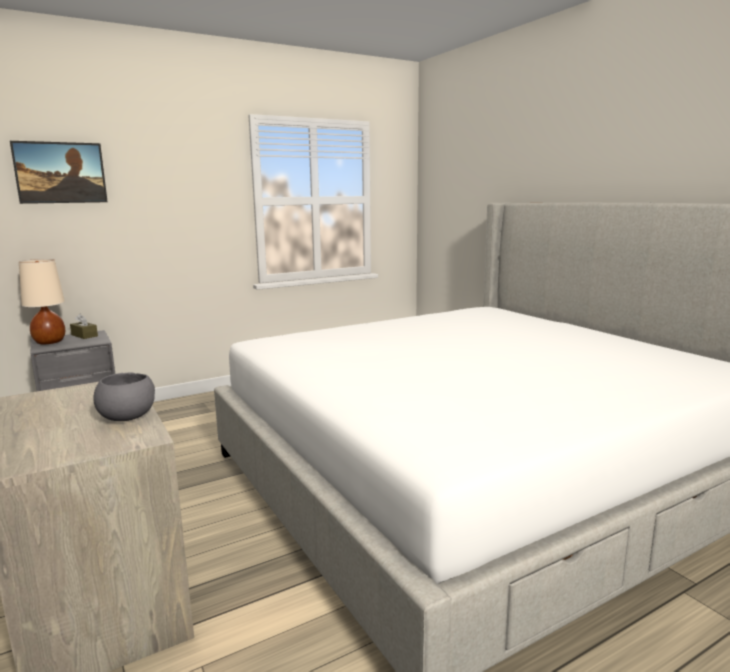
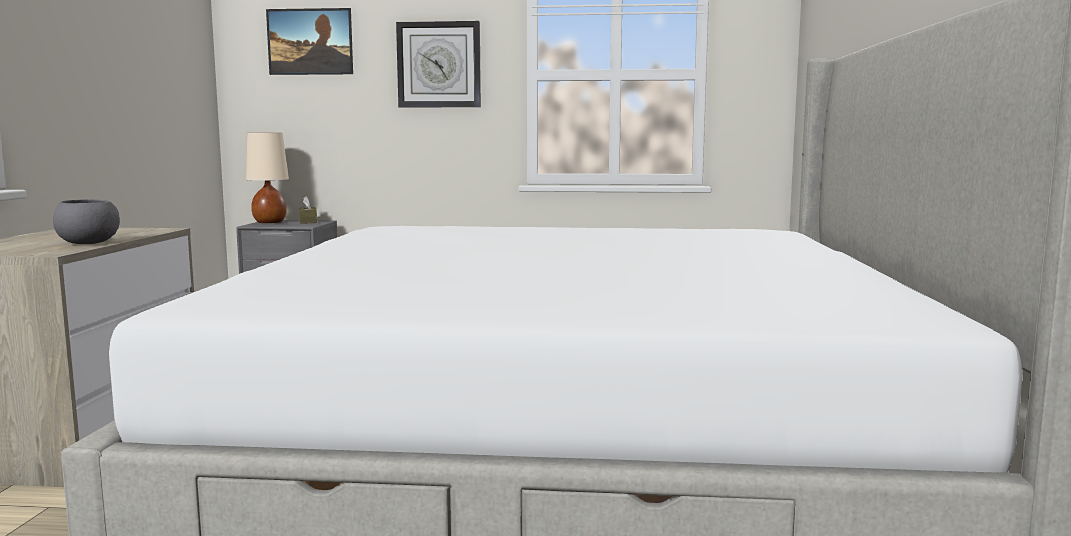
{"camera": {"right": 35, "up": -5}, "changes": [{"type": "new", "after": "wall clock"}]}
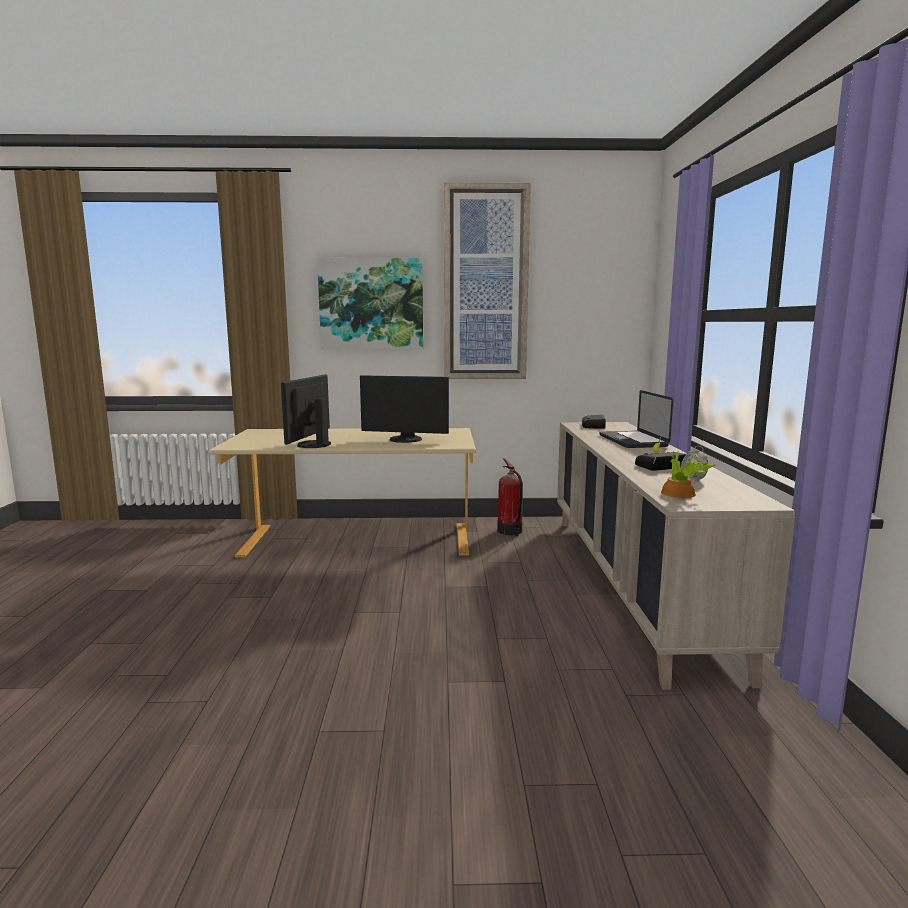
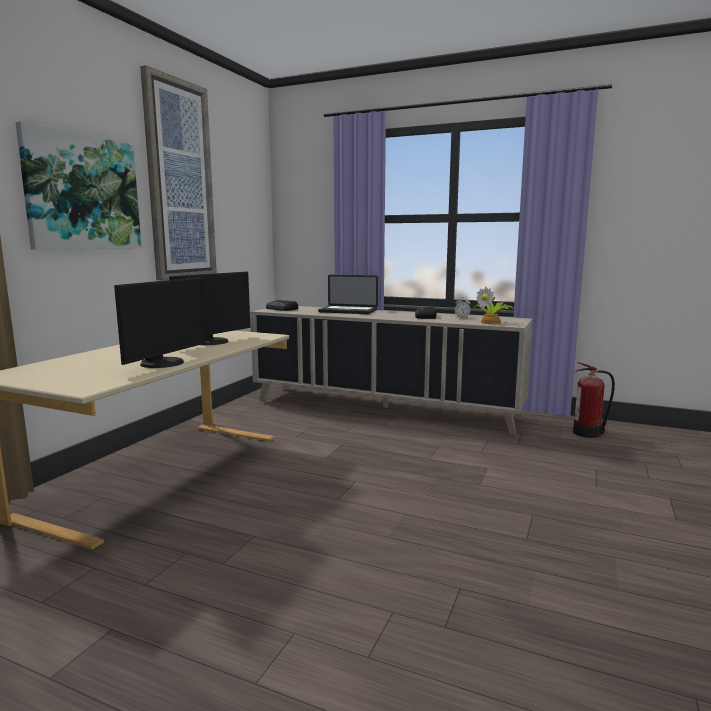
{"camera": {"right": -65, "up": 0}, "changes": [{"type": "shifted", "before": "extinguisher"}, {"type": "rotated", "before": "computer display (no. 1 from left)", "turn": -105}]}
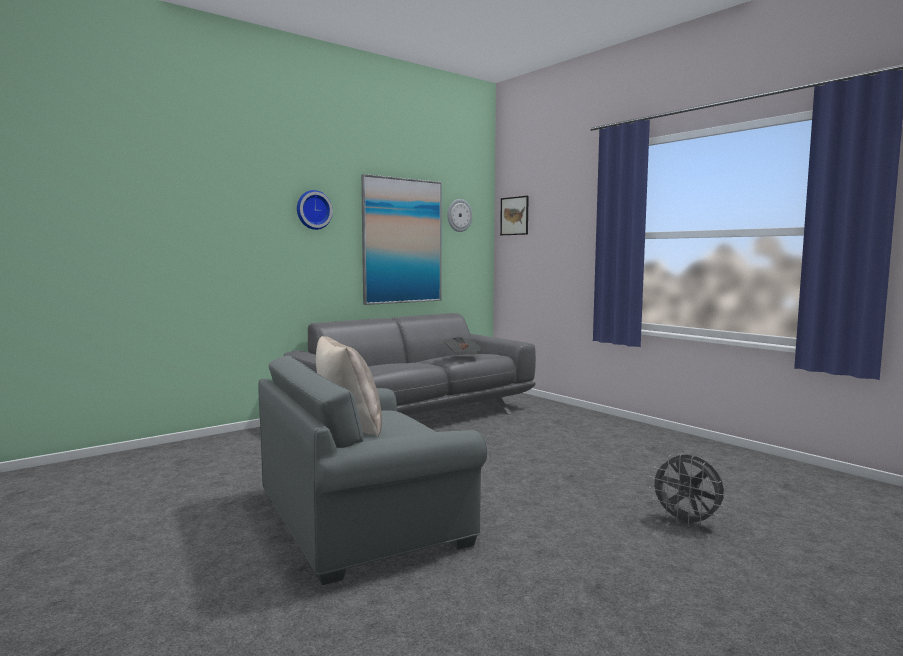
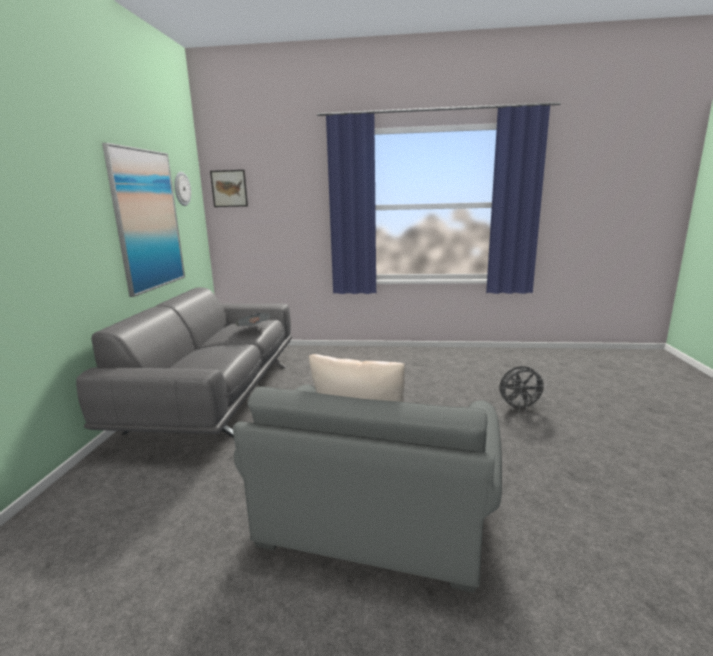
{"camera": {"right": -45, "up": 10}, "changes": [{"type": "gone", "before": "wall clock (no. 1 from left)"}]}
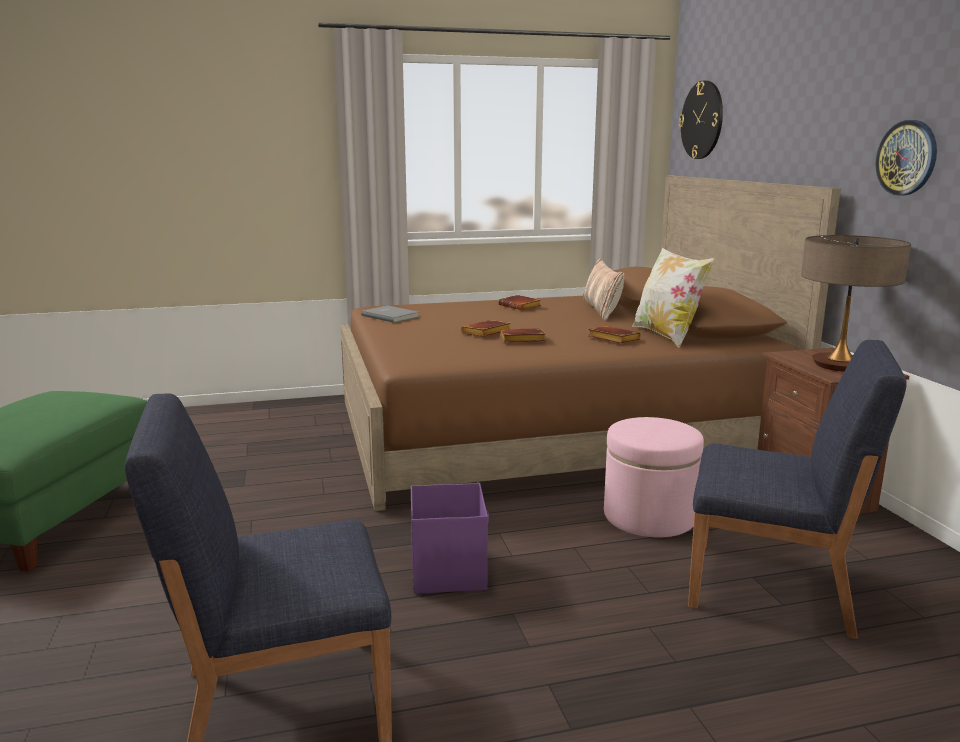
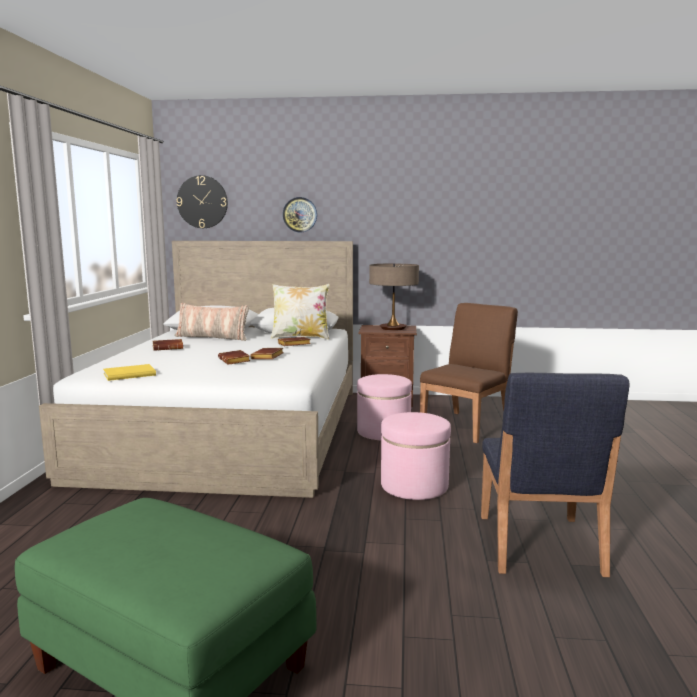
{"camera": {"right": -70, "up": -5}, "changes": [{"type": "shifted", "before": "wall clock (no. 2 from left)"}, {"type": "swapped", "before": "purple storage container", "after": "pink footrest (no. 2 from left)"}, {"type": "repainted", "before": "brownish sleeping bed", "after": "white sleeping bed"}, {"type": "repainted", "before": "grey book", "after": "yellow book"}, {"type": "repainted", "before": "blue-coloured plain chair (no. 2 from left)", "after": "brownish plain chair"}]}
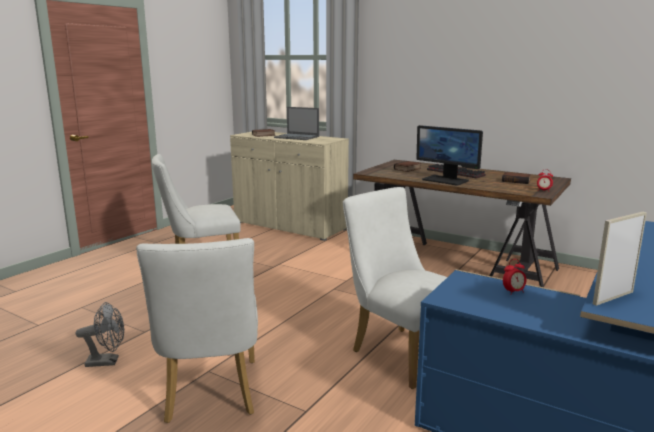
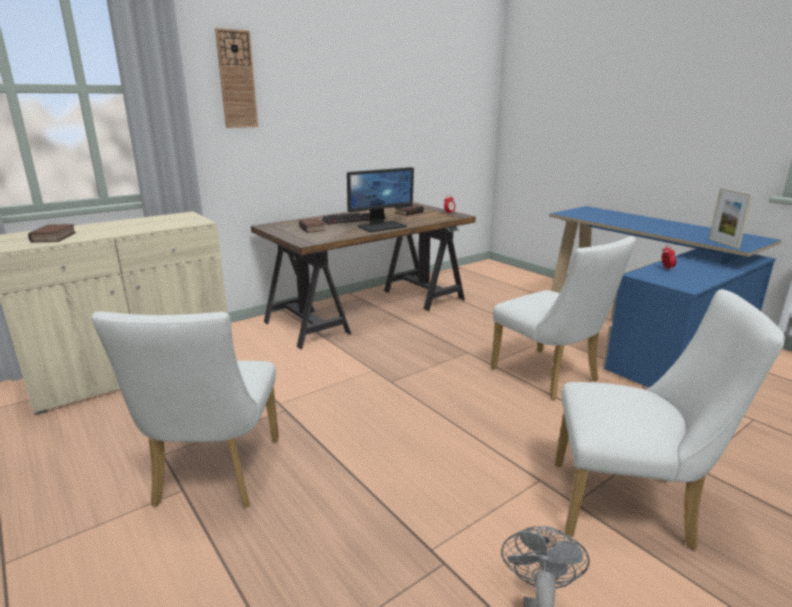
{"camera": {"right": -70, "up": 5}, "changes": [{"type": "gone", "before": "portable computer"}, {"type": "new", "after": "wall clock"}, {"type": "rotated", "before": "white plain chair (no. 3 from left in the first image)", "turn": -105}]}
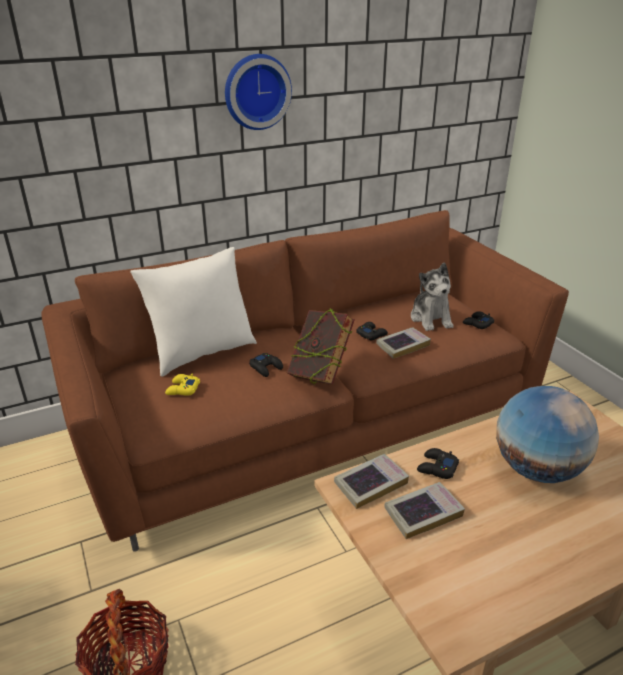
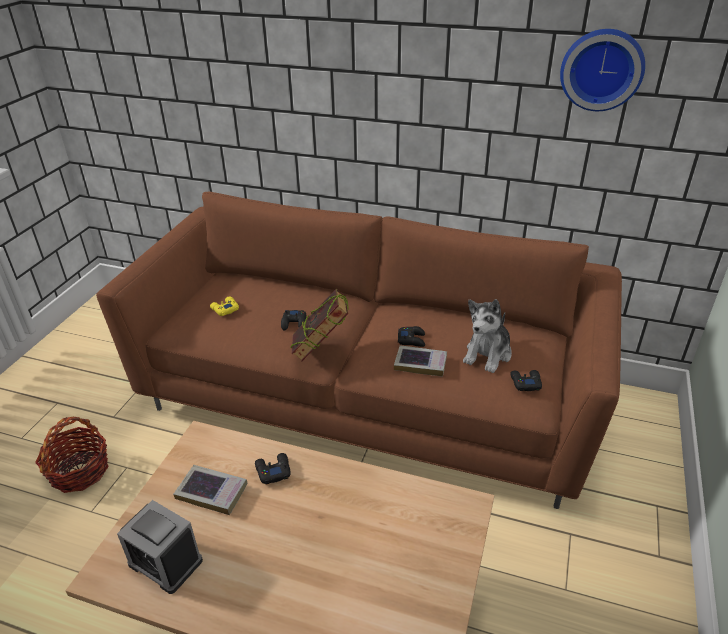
{"camera": {"right": 45, "up": 5}, "changes": [{"type": "gone", "before": "white throw pillow"}, {"type": "gone", "before": "book (no. 2 from left)"}, {"type": "gone", "before": "globe"}, {"type": "new", "after": "table clock"}, {"type": "shifted", "before": "wall clock"}]}
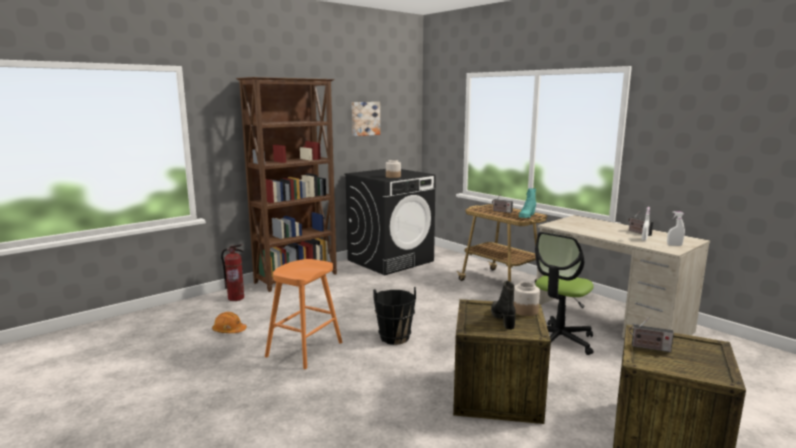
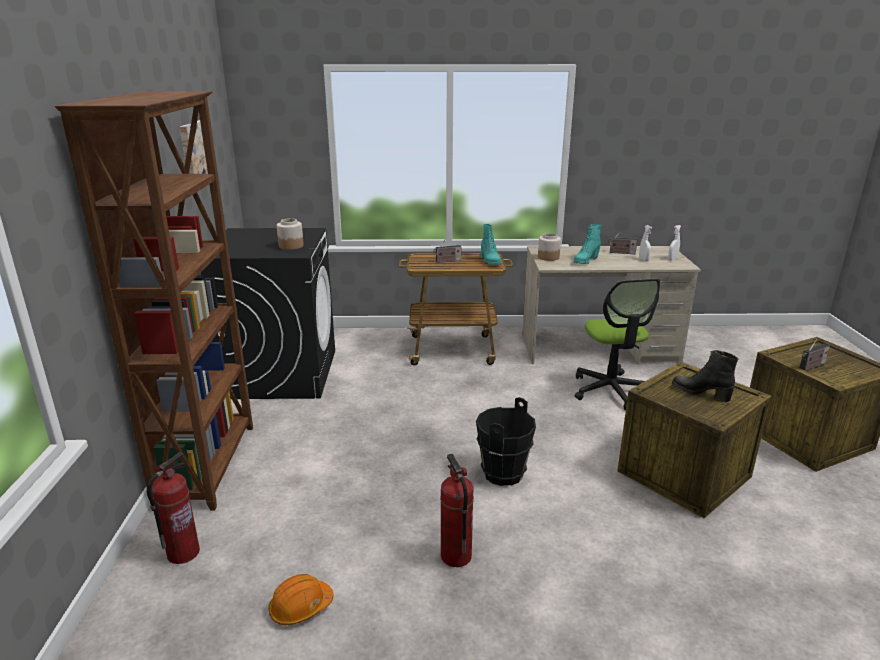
{"camera": {"right": -50, "up": 10}, "changes": [{"type": "new", "after": "turquoise tall boot (no. 2 from left)"}, {"type": "shifted", "before": "jar (no. 2 from left)"}, {"type": "swapped", "before": "orangey sitting stool", "after": "extinguisher (no. 2 from left)"}]}
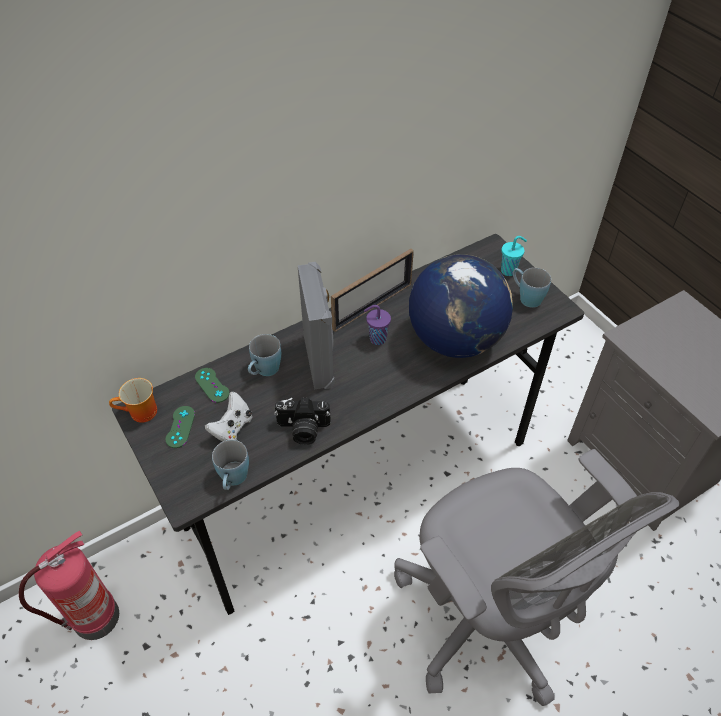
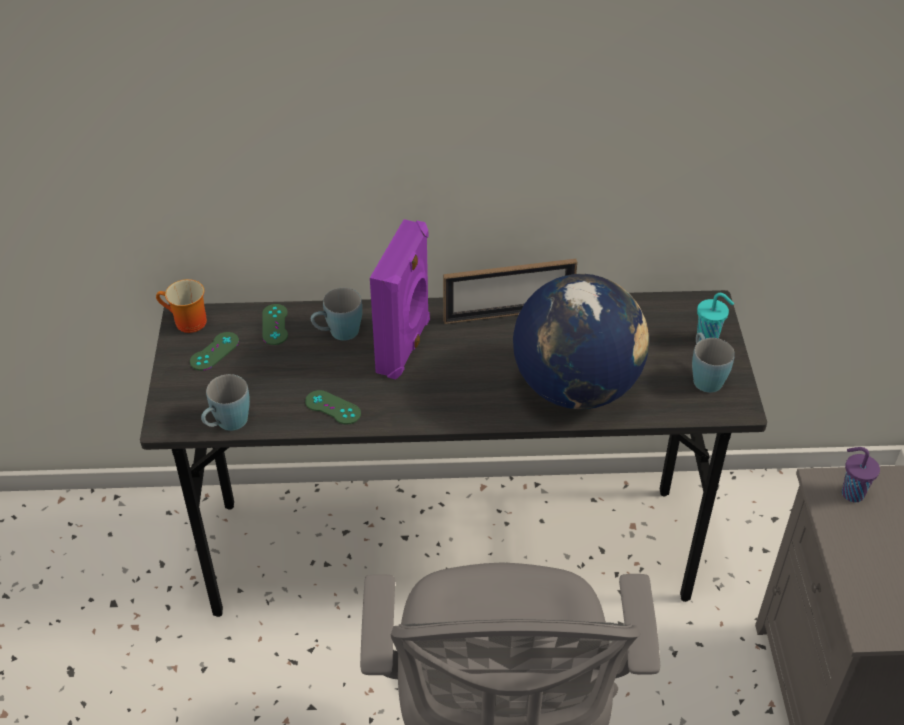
{"camera": {"right": 30, "up": -5}, "changes": [{"type": "gone", "before": "extinguisher"}, {"type": "gone", "before": "white game controller"}, {"type": "shifted", "before": "purple drinking cup"}, {"type": "swapped", "before": "still camera", "after": "green game controller (no. 3 from left)"}, {"type": "repainted", "before": "grey loudspeaker", "after": "purple loudspeaker"}]}
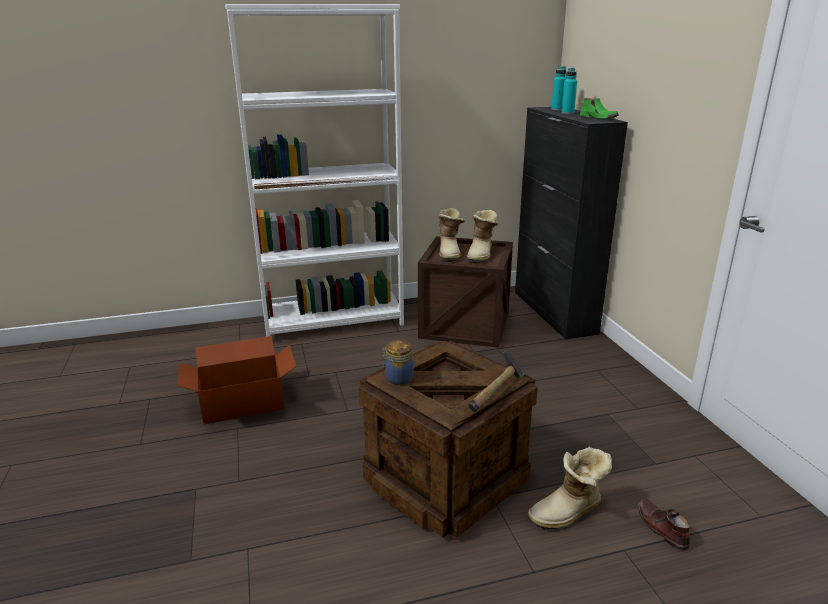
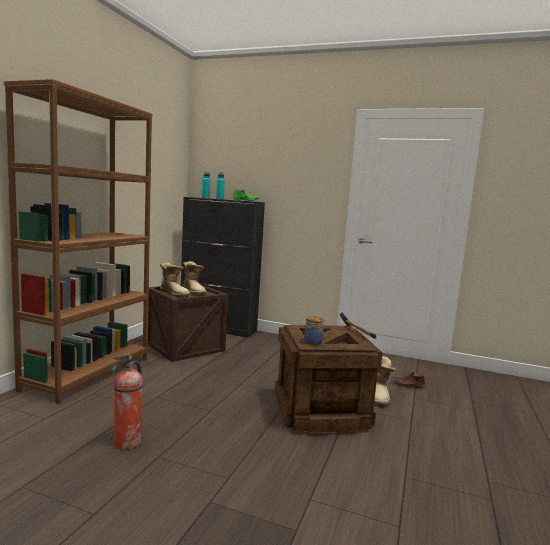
{"camera": {"right": -55, "up": -15}, "changes": [{"type": "swapped", "before": "cardboard box", "after": "extinguisher"}, {"type": "repainted", "before": "white shelving unit", "after": "brownish shelving unit"}]}
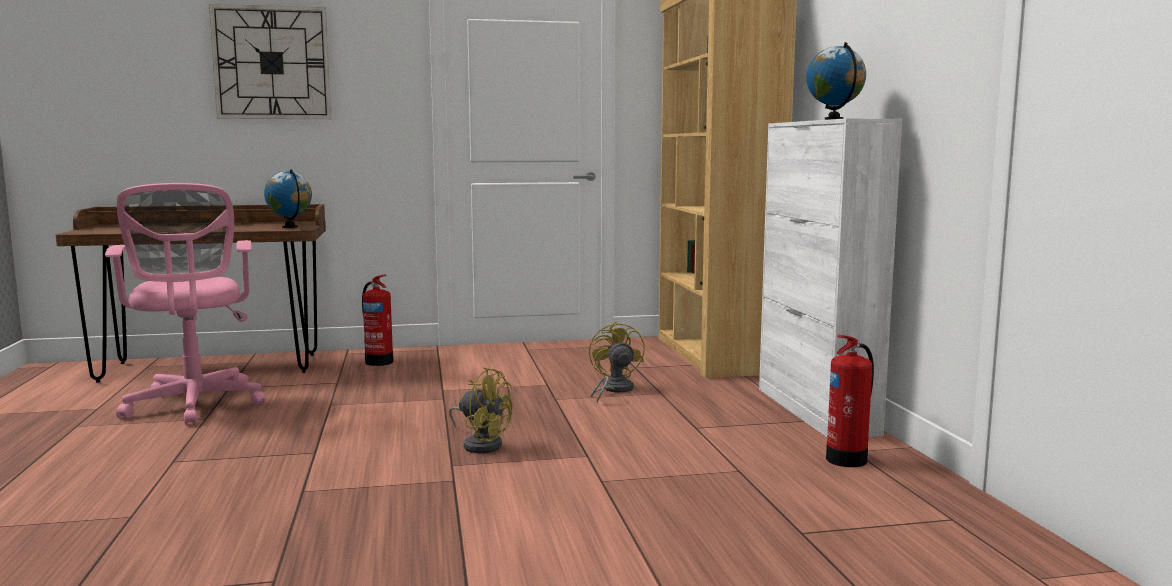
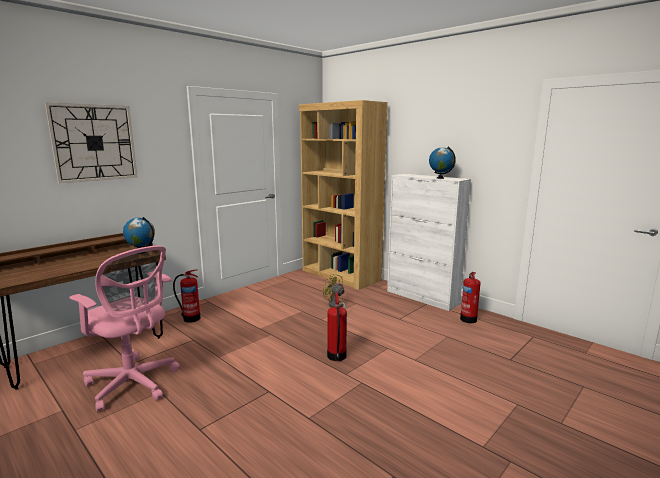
{"camera": {"right": -35, "up": 5}, "changes": [{"type": "swapped", "before": "yellow electric fan (no. 1 from left)", "after": "extinguisher (no. 2 from left)"}]}
